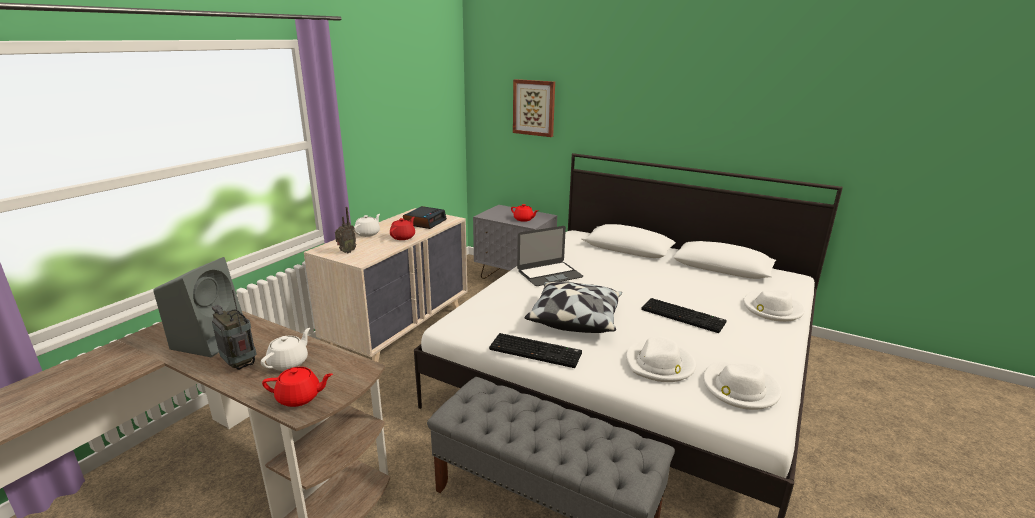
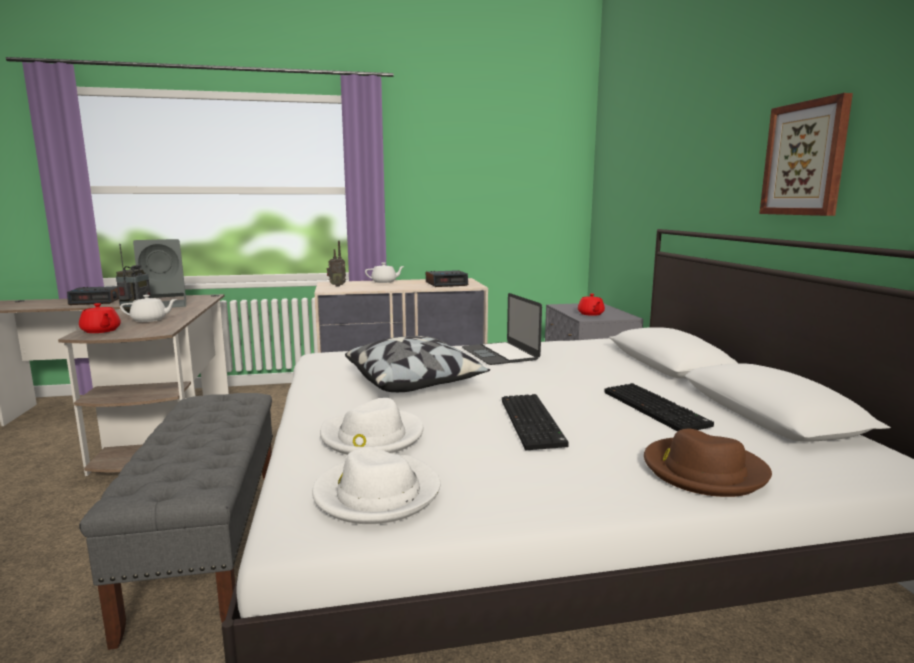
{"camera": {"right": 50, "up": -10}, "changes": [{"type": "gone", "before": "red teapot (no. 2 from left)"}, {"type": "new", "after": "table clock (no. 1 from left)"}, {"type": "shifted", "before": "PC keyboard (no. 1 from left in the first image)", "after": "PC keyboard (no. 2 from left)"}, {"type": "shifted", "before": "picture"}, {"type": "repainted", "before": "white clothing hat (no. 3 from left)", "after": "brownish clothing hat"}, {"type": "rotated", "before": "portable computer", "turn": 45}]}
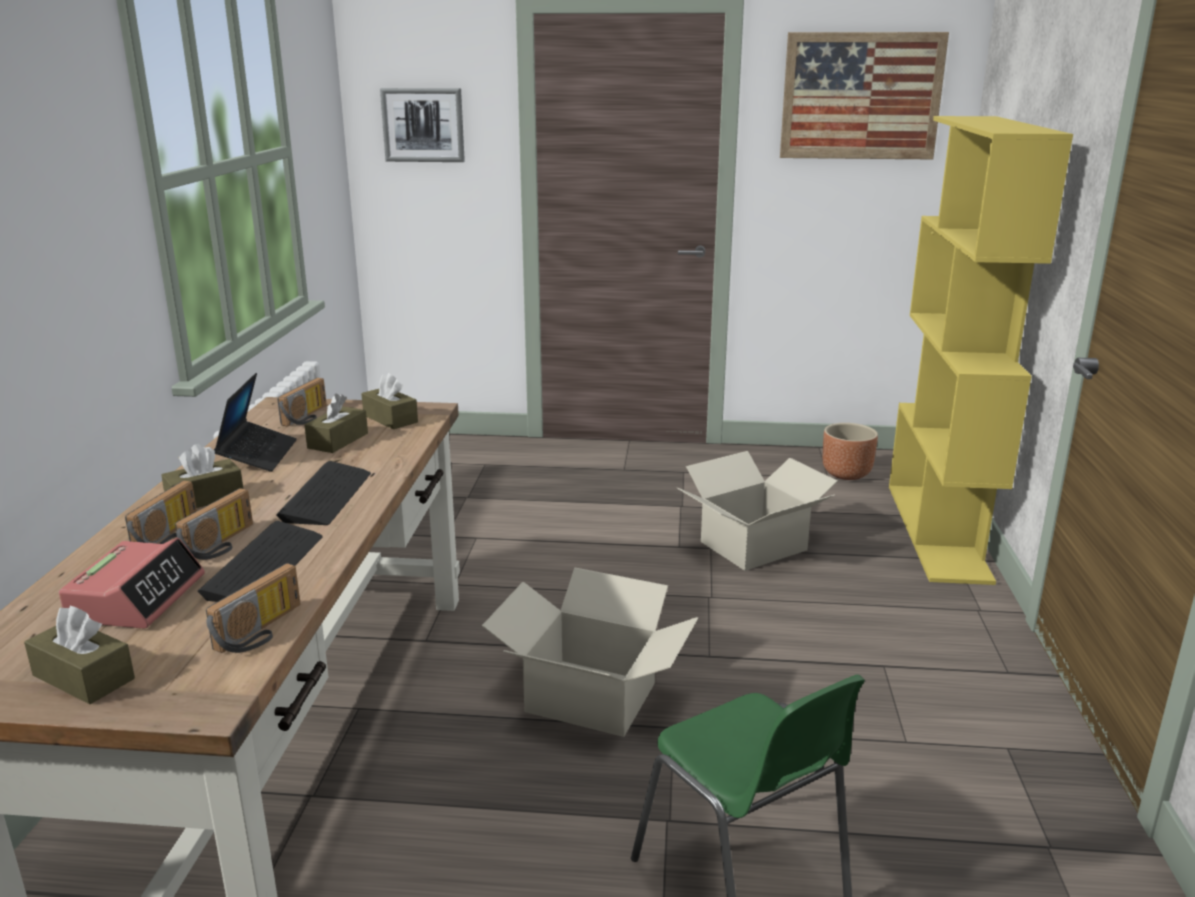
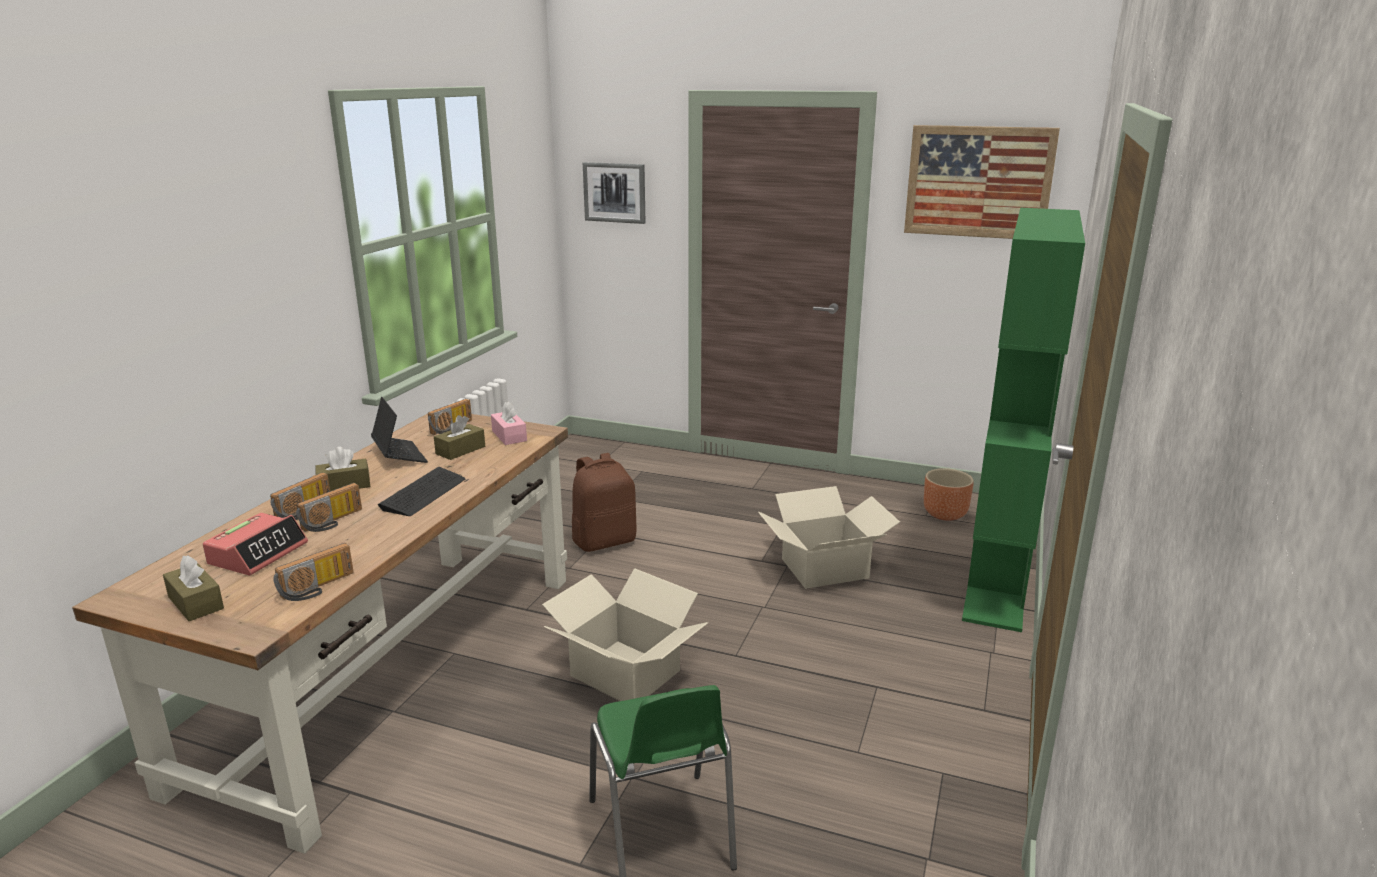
{"camera": {"right": 15, "up": 0}, "changes": [{"type": "gone", "before": "PC keyboard (no. 1 from left)"}, {"type": "new", "after": "brownish backpack"}, {"type": "repainted", "before": "brownish box of tissues (no. 4 from left)", "after": "pink box of tissues"}, {"type": "repainted", "before": "yellow shelving unit", "after": "green shelving unit"}, {"type": "rotated", "before": "portable computer", "turn": -45}]}
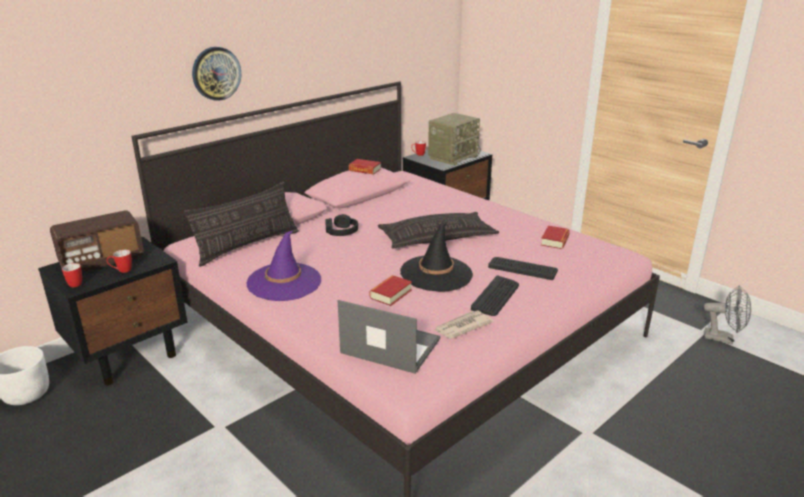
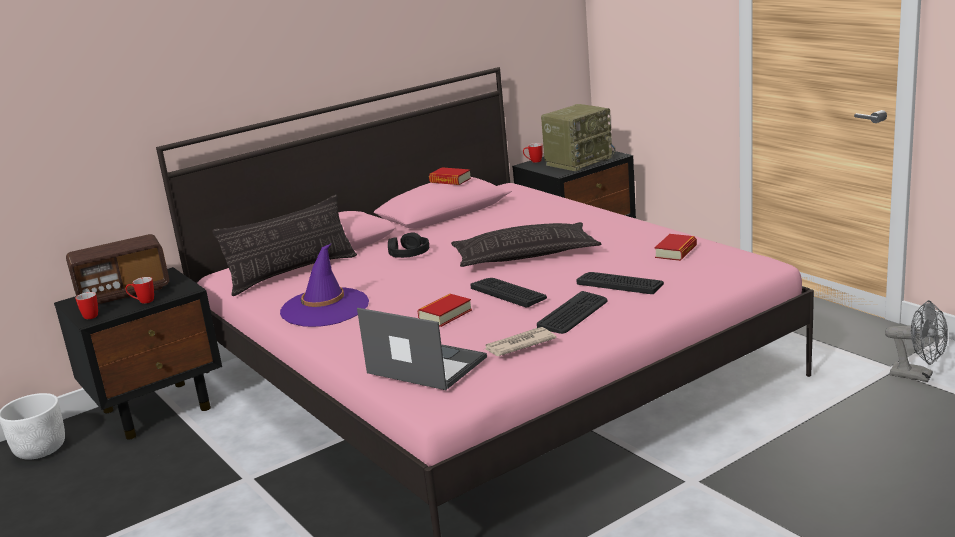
{"camera": {"right": 10, "up": -5}, "changes": [{"type": "gone", "before": "wall clock"}, {"type": "swapped", "before": "blackish clothing hat", "after": "PC keyboard (no. 1 from left)"}]}
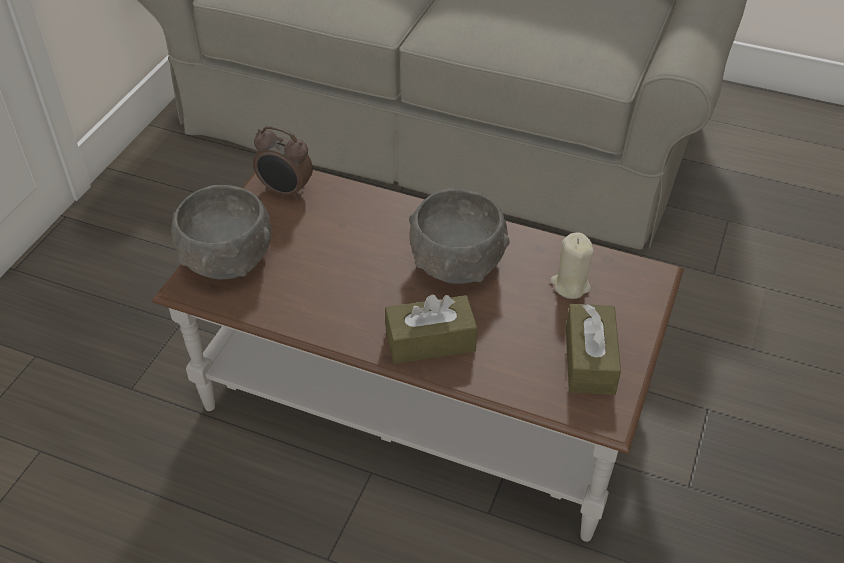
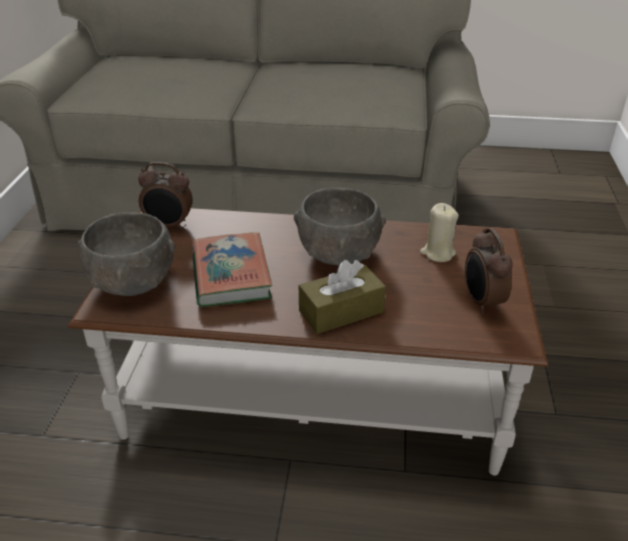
{"camera": {"right": -15, "up": -10}, "changes": [{"type": "new", "after": "book"}, {"type": "swapped", "before": "brownish box of tissues (no. 2 from left)", "after": "table clock (no. 2 from left)"}]}
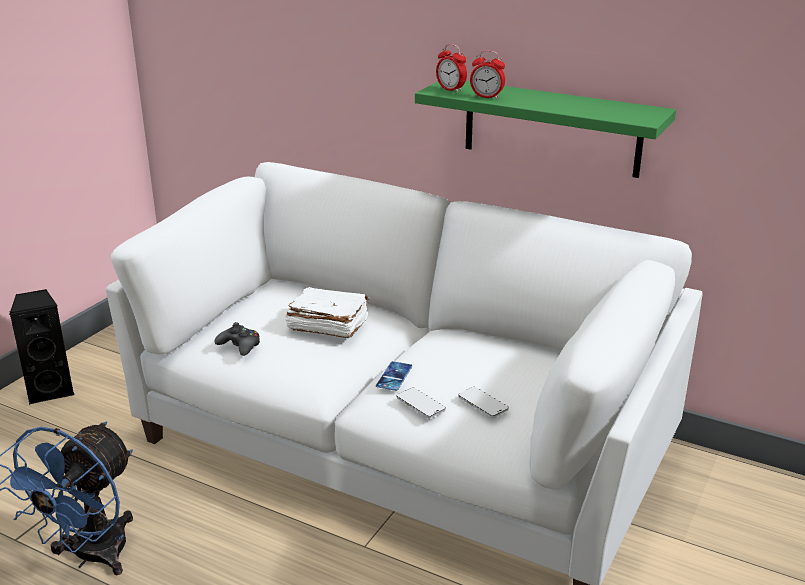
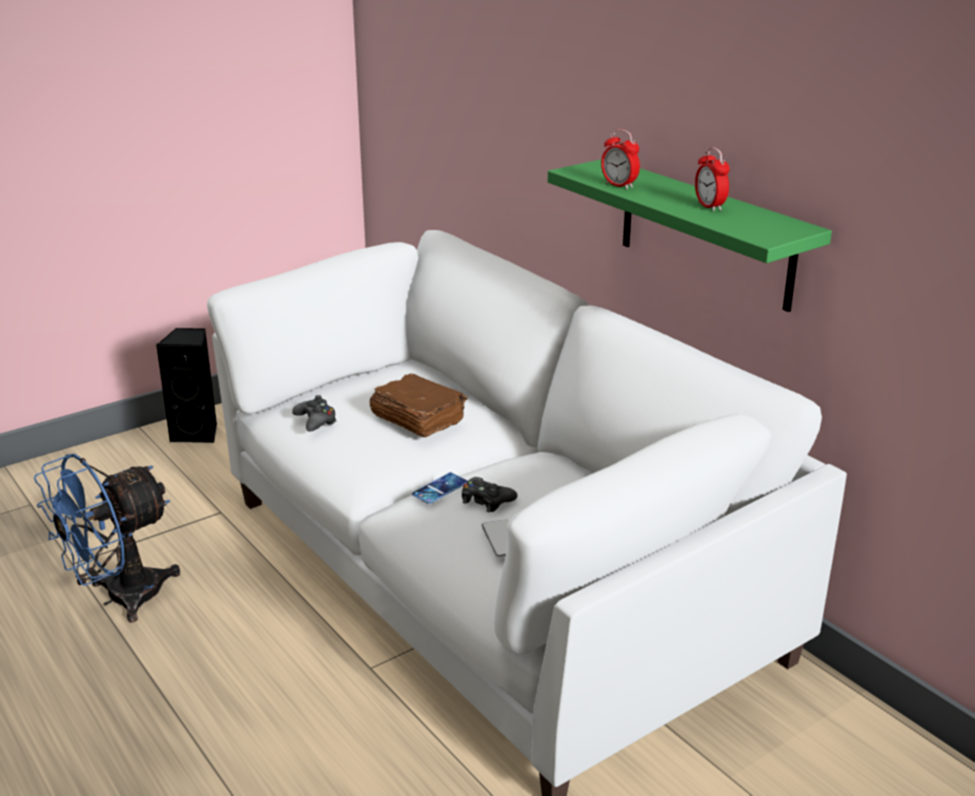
{"camera": {"right": 25, "up": 0}, "changes": [{"type": "gone", "before": "phone (no. 2 from left)"}, {"type": "new", "after": "blackish game controller (no. 2 from left)"}, {"type": "shifted", "before": "table clock (no. 1 from left in the first image)", "after": "table clock (no. 2 from left)"}, {"type": "repainted", "before": "white book", "after": "brownish book"}]}
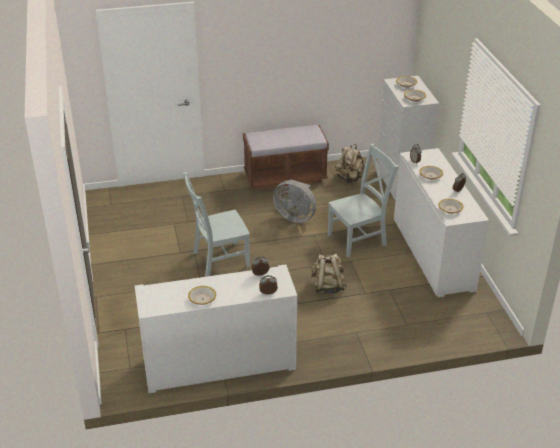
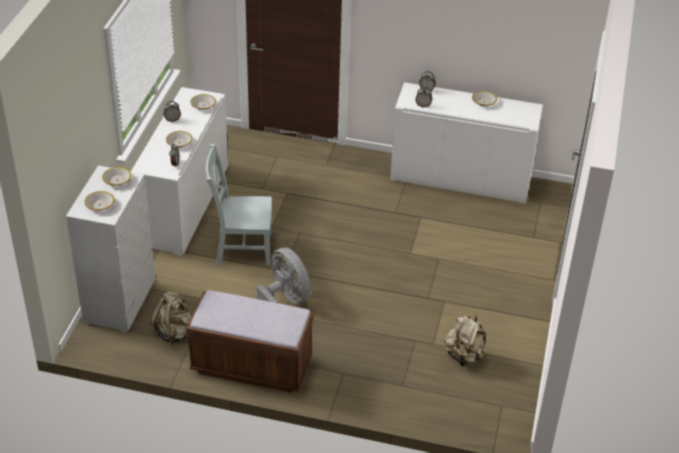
{"camera": {"right": -155, "up": 5}, "changes": [{"type": "gone", "before": "grey plain chair (no. 1 from left)"}, {"type": "shifted", "before": "beige backpack (no. 1 from left in the first image)", "after": "beige backpack (no. 2 from left)"}]}
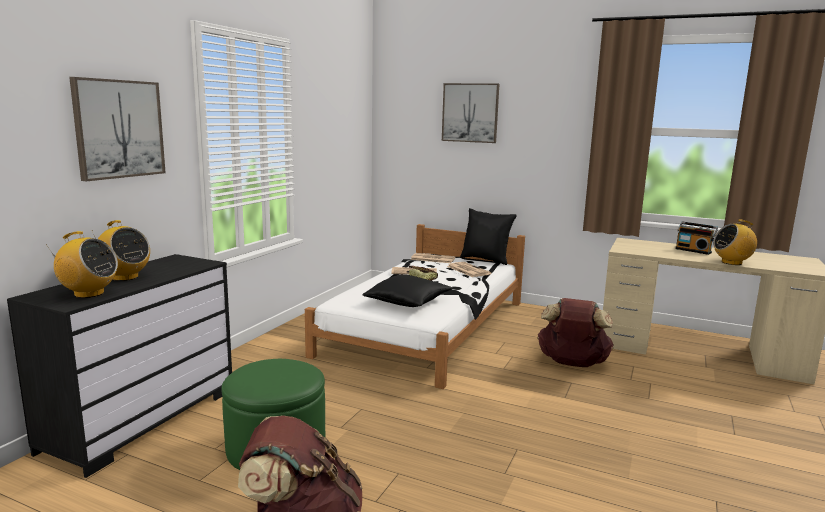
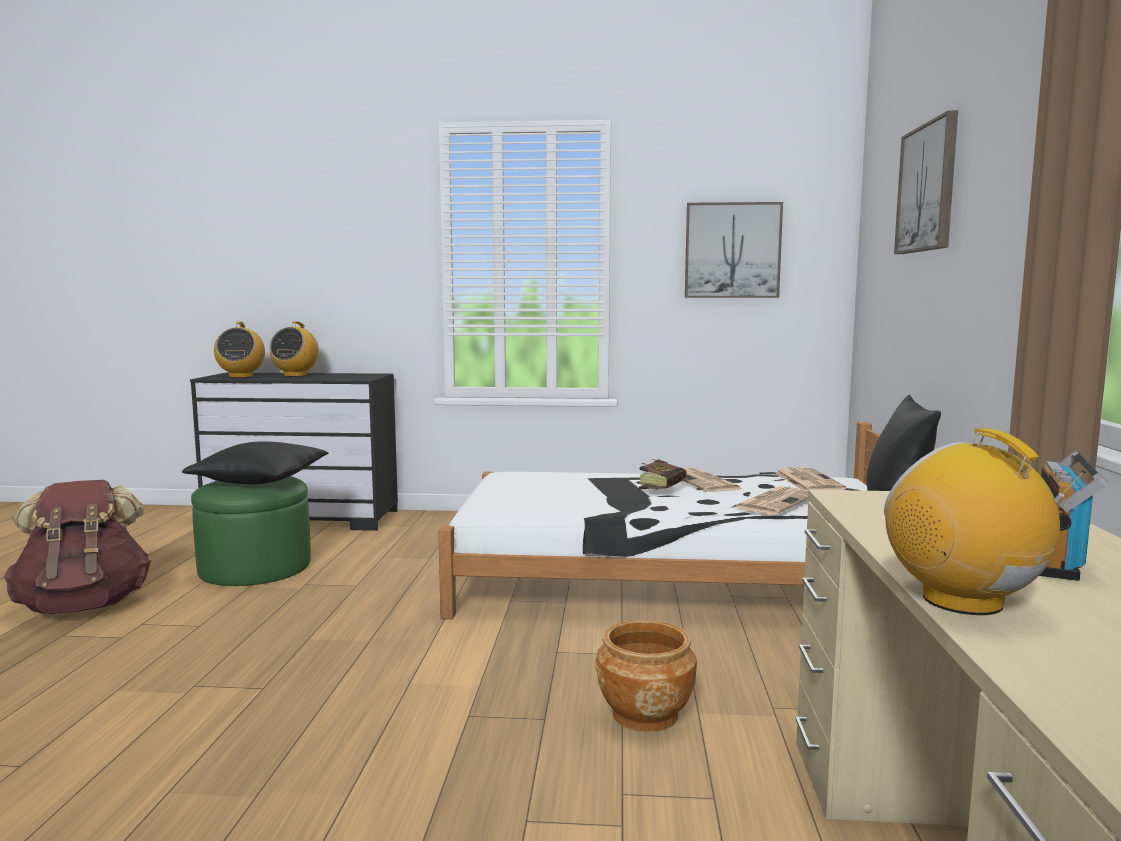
{"camera": {"right": 70, "up": -5}, "changes": [{"type": "shifted", "before": "picture (no. 1 from left)"}, {"type": "shifted", "before": "blackish throw pillow (no. 1 from left)"}, {"type": "swapped", "before": "brownish backpack (no. 2 from left)", "after": "brownish plant pot"}]}
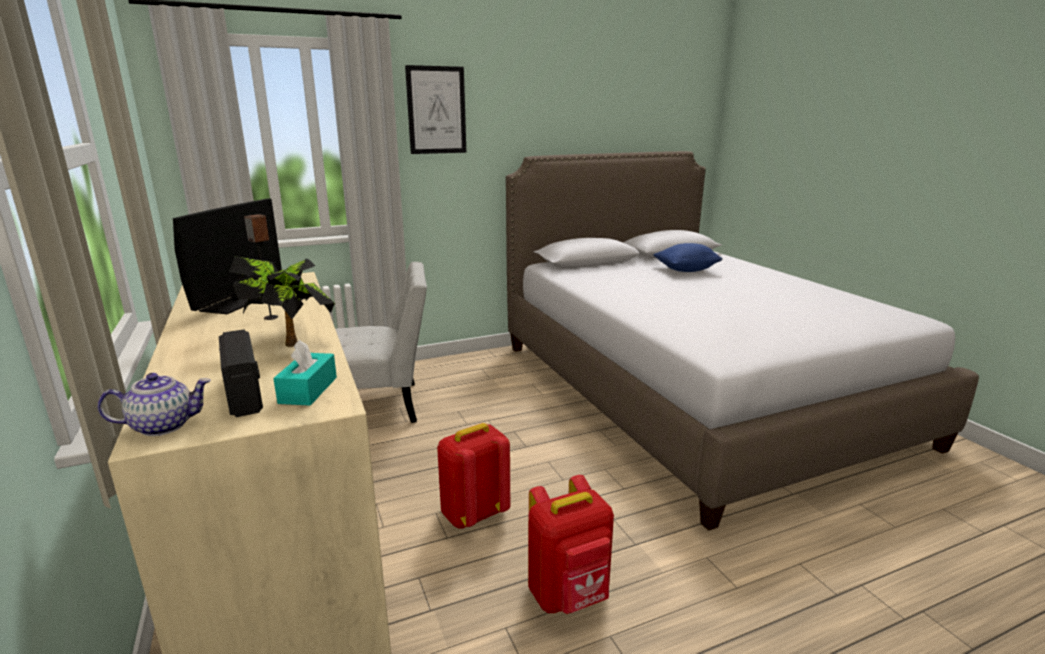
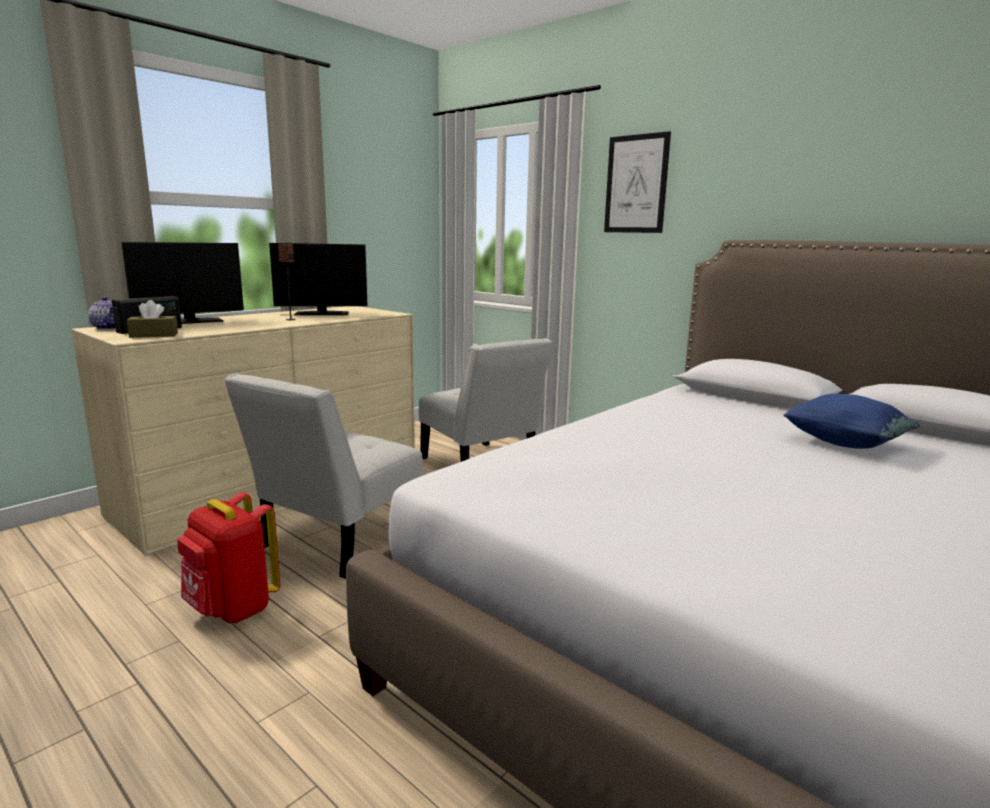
{"camera": {"right": 65, "up": -5}, "changes": [{"type": "gone", "before": "plant in a pot"}, {"type": "new", "after": "computer display (no. 1 from left)"}, {"type": "swapped", "before": "red backpack (no. 1 from left)", "after": "white plain chair (no. 1 from left)"}, {"type": "repainted", "before": "turquoise box of tissues", "after": "brownish box of tissues"}]}
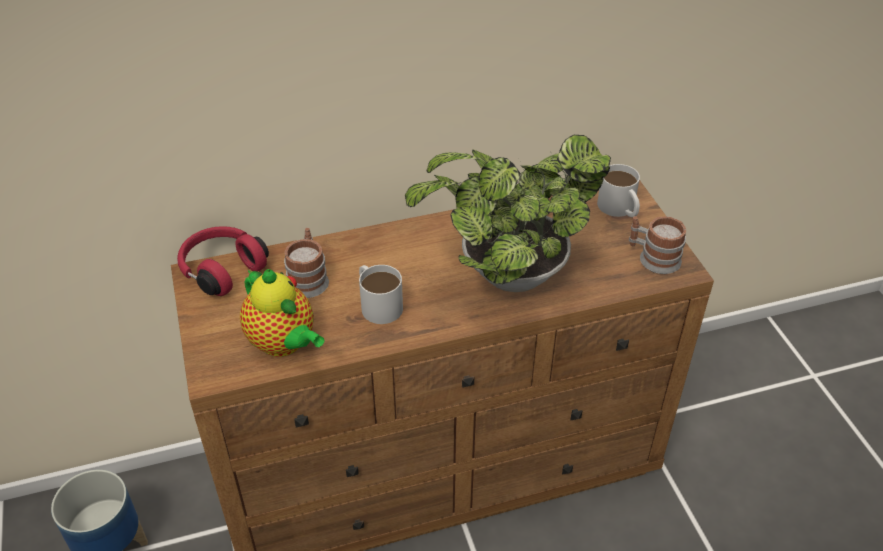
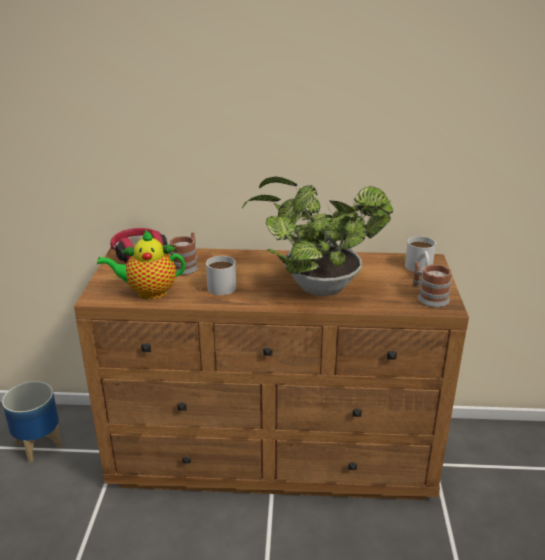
{"camera": {"right": 20, "up": -15}, "changes": [{"type": "rotated", "before": "teapot", "turn": 105}]}
